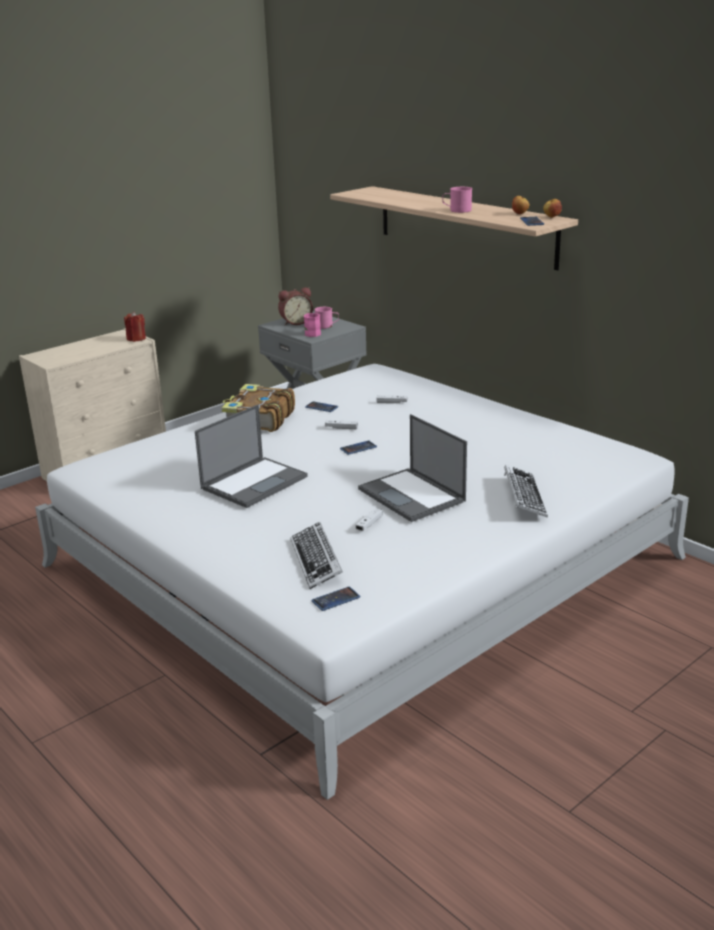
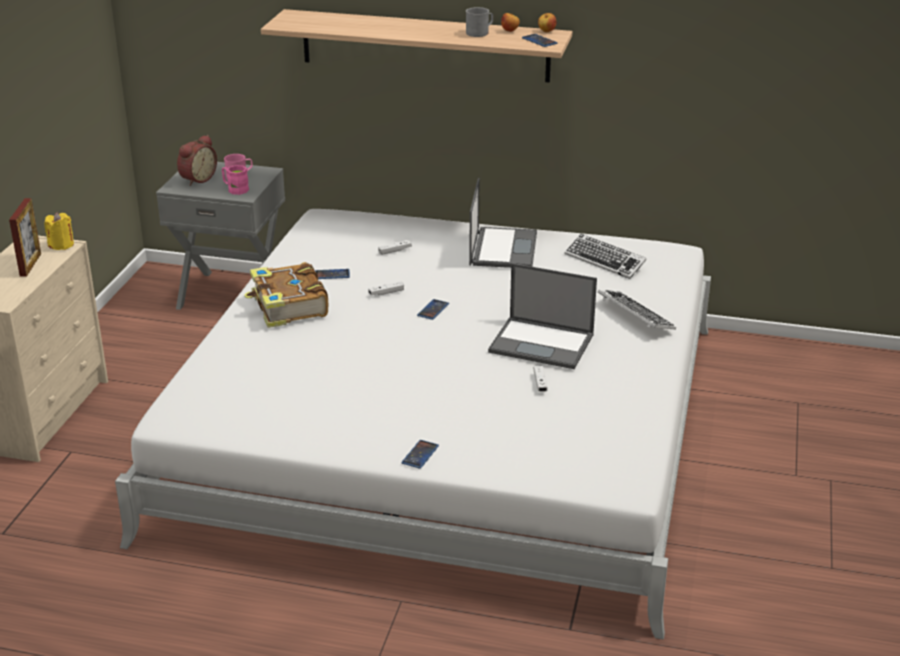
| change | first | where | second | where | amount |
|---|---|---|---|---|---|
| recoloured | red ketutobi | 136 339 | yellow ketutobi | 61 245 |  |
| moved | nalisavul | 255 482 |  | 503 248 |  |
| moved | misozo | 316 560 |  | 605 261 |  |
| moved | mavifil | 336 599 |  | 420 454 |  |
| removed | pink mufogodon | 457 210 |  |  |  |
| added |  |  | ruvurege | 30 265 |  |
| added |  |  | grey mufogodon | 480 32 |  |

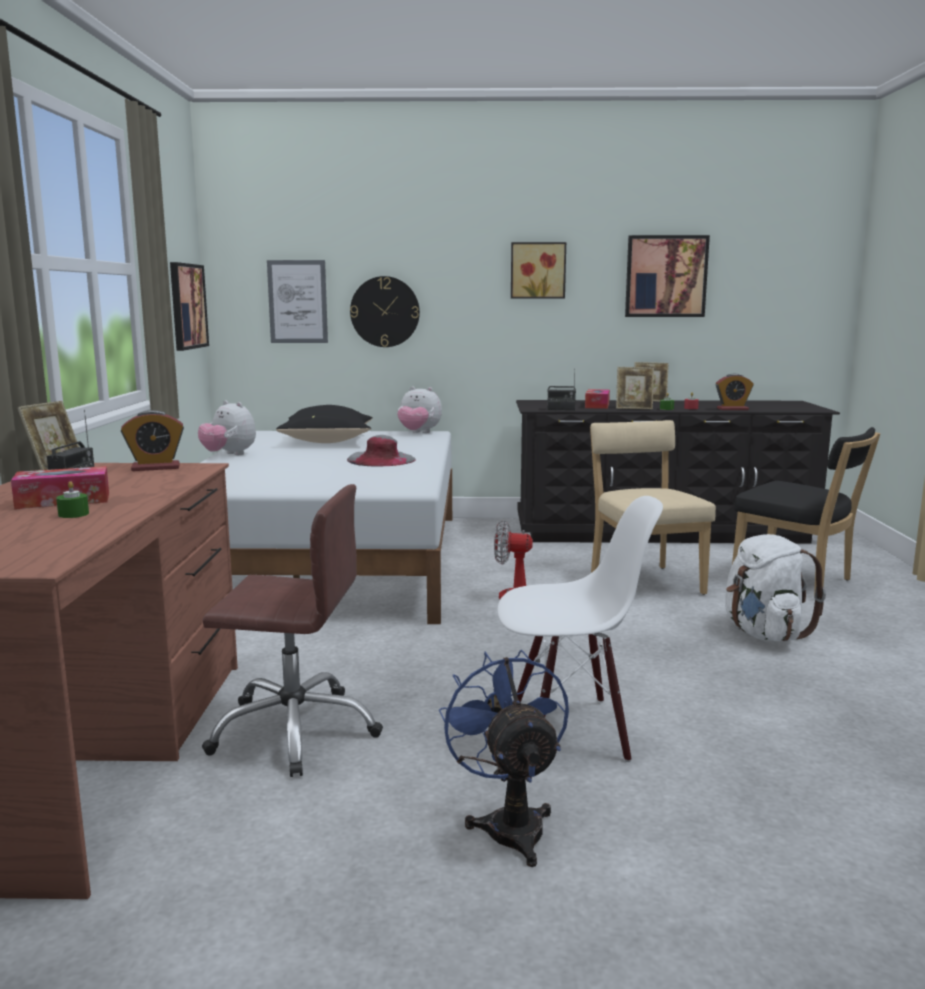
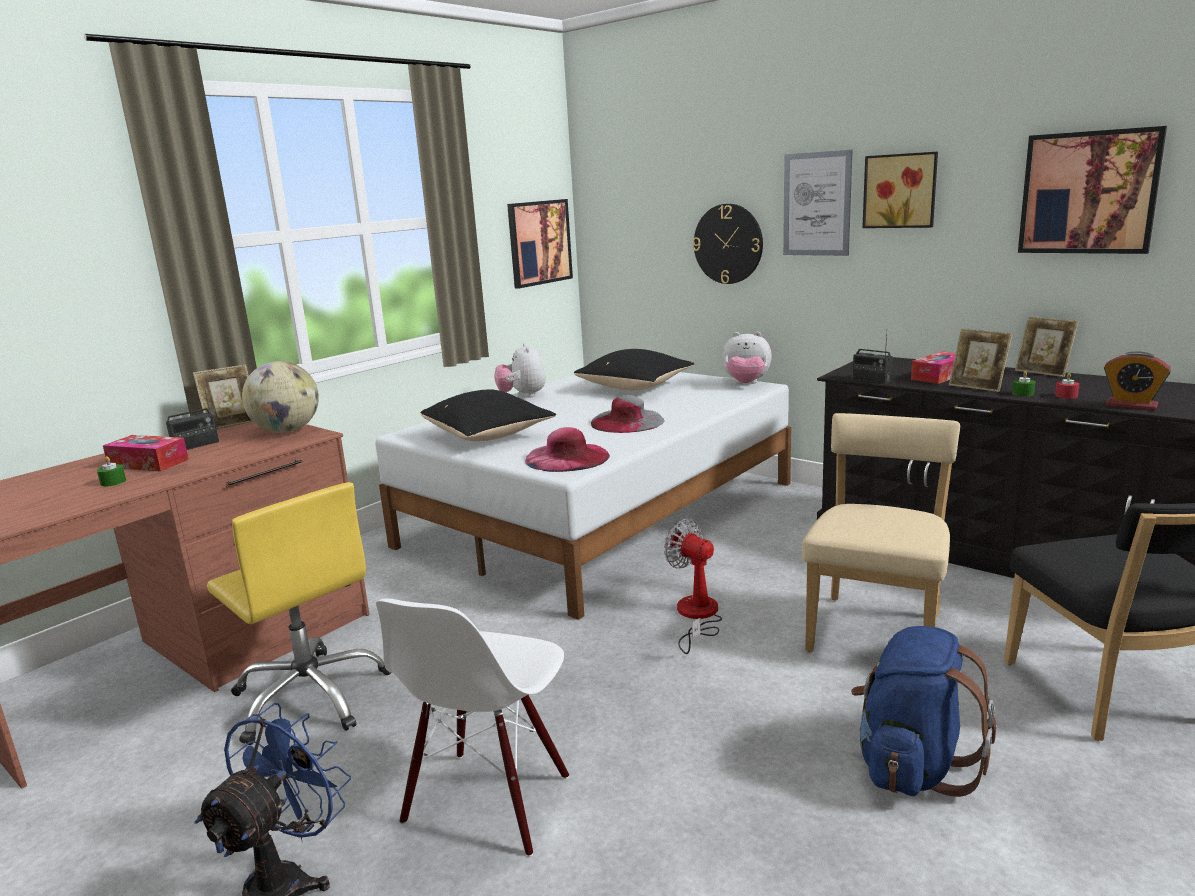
| change | first | where | second | where | amount |
|---|---|---|---|---|---|
| replaced | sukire | 155 467 | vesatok | 287 431 |  |
| recoloured | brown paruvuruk | 295 730 | yellow paruvuruk | 311 696 |  |
| moved | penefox | 297 302 |  | 816 204 |  |
| turned | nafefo | 418 433 |  | 746 384 | 45 degrees counterclockwise |
| turned | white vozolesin | 570 730 |  | 489 801 | 75 degrees clockwise |
| recoloured | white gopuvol | 764 633 | blue gopuvol | 912 766 |  |
| added |  |  | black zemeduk | 489 436 |  |
| added |  |  | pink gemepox | 567 457 |  |

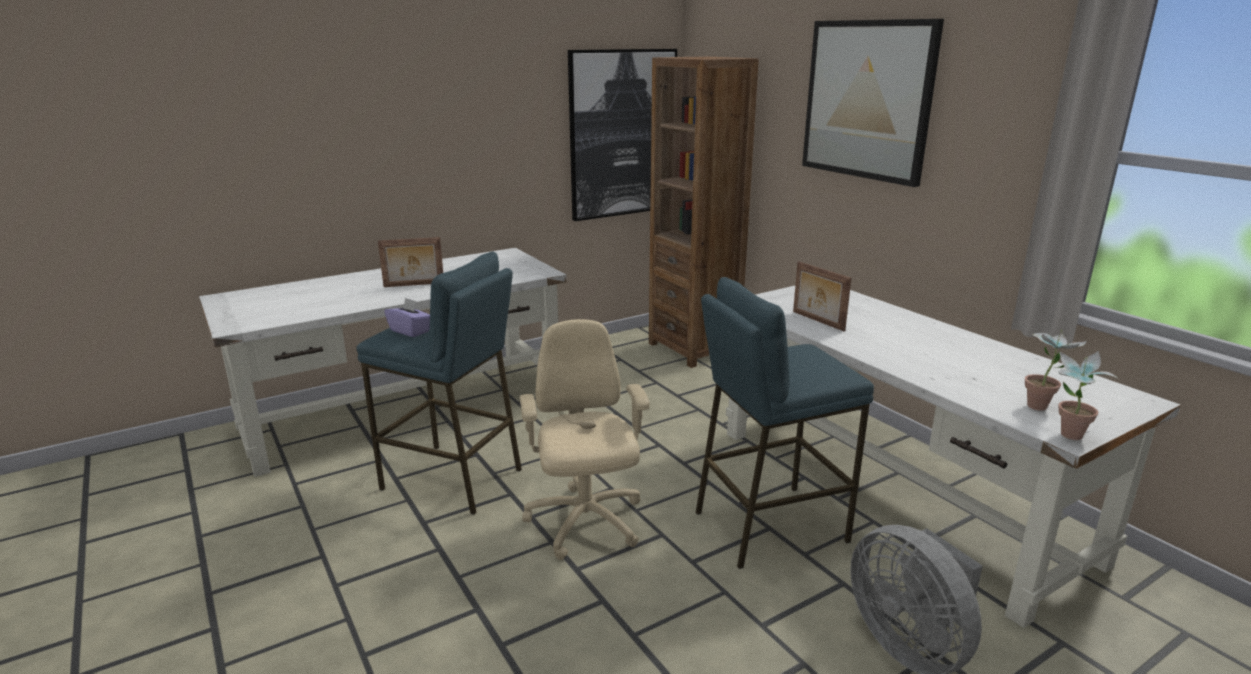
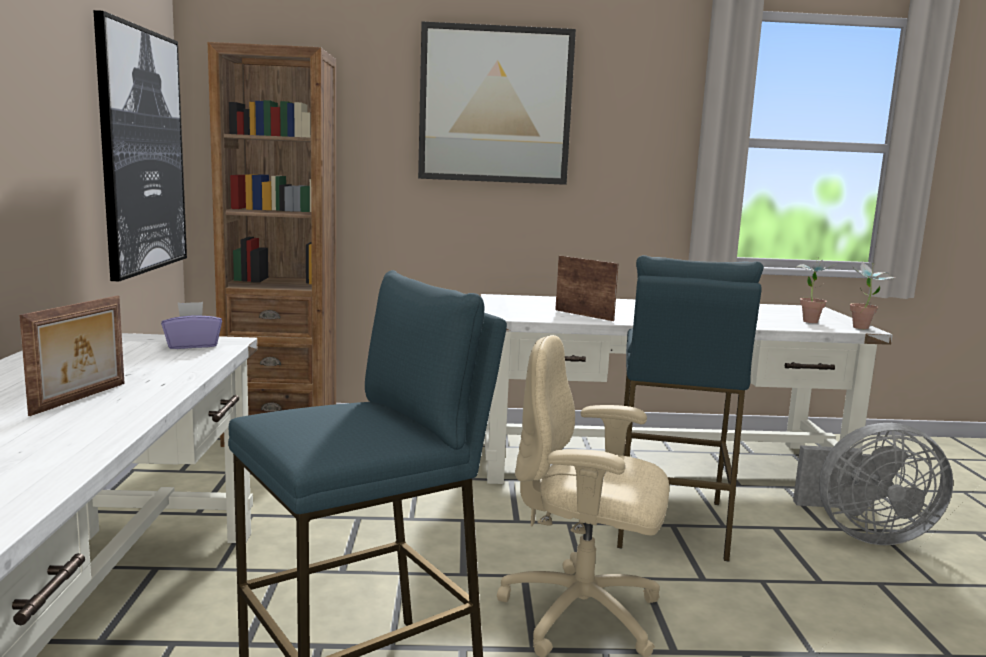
| change | first | where | second | where | amount |
|---|---|---|---|---|---|
| moved | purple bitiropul | 410 331 |  | 192 345 |  |
| turned | ruvurege | 817 321 |  | 584 315 | 135 degrees counterclockwise |

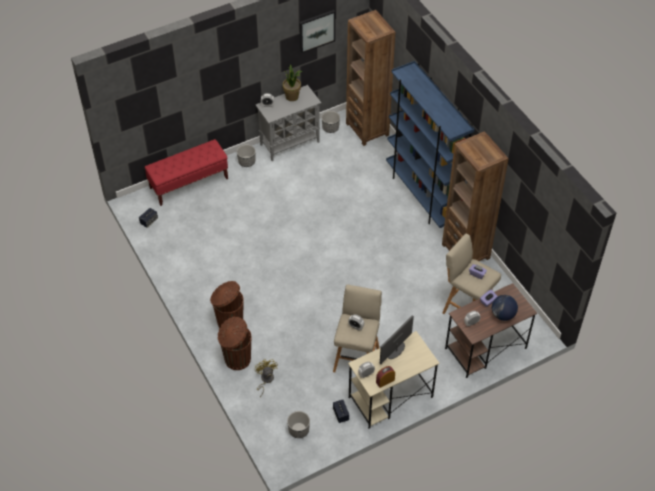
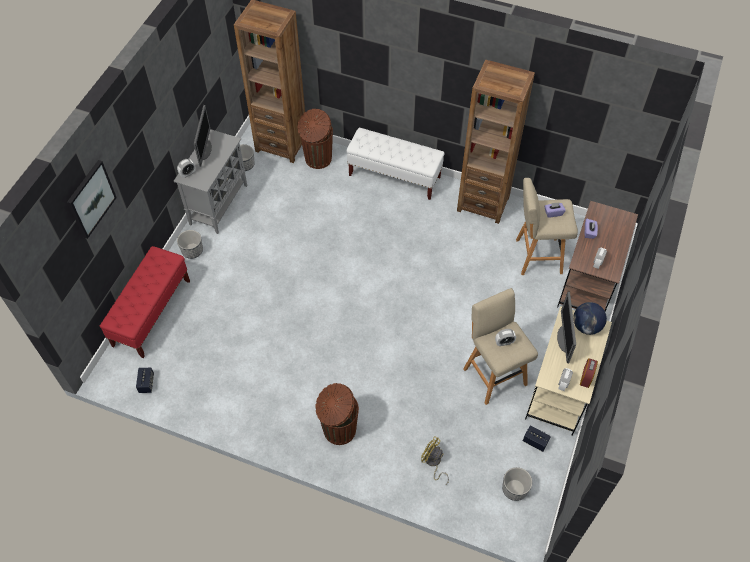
| change | first | where | second | where | amount |
|---|---|---|---|---|---|
| moved | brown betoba | 236 359 |  | 317 159 |  |
| replaced | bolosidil | 292 97 | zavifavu | 205 150 |  |
| moved | penefox | 316 30 |  | 90 199 |  |
| replaced | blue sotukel | 422 196 | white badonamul | 395 176 |  |
| moved | vesatok | 503 315 |  | 586 326 |  |

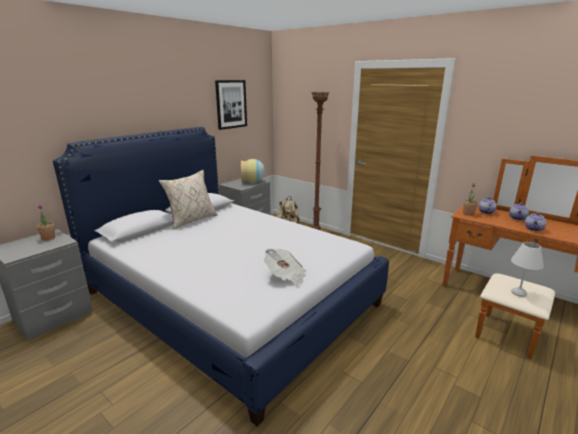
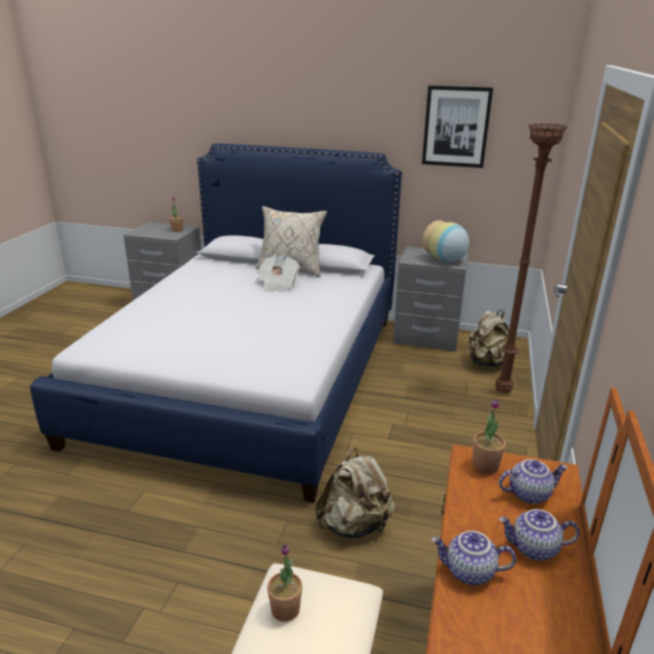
| change | first | where | second | where | amount |
|---|---|---|---|---|---|
| moved | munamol | 285 276 |  | 278 284 |  |
| replaced | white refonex | 518 293 | bolosidil | 285 609 |  |
| added |  |  | beige gopuvol | 354 525 |  |

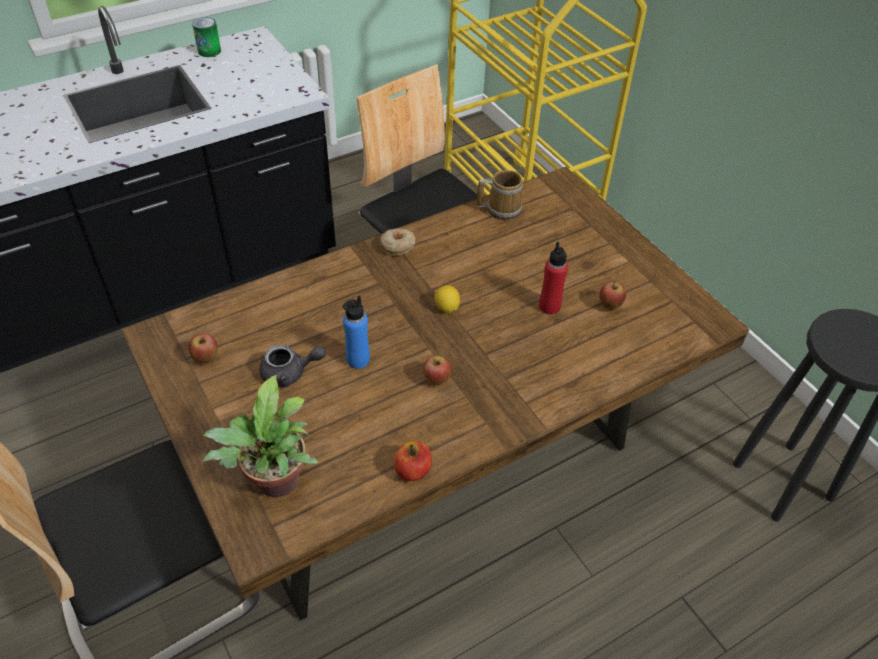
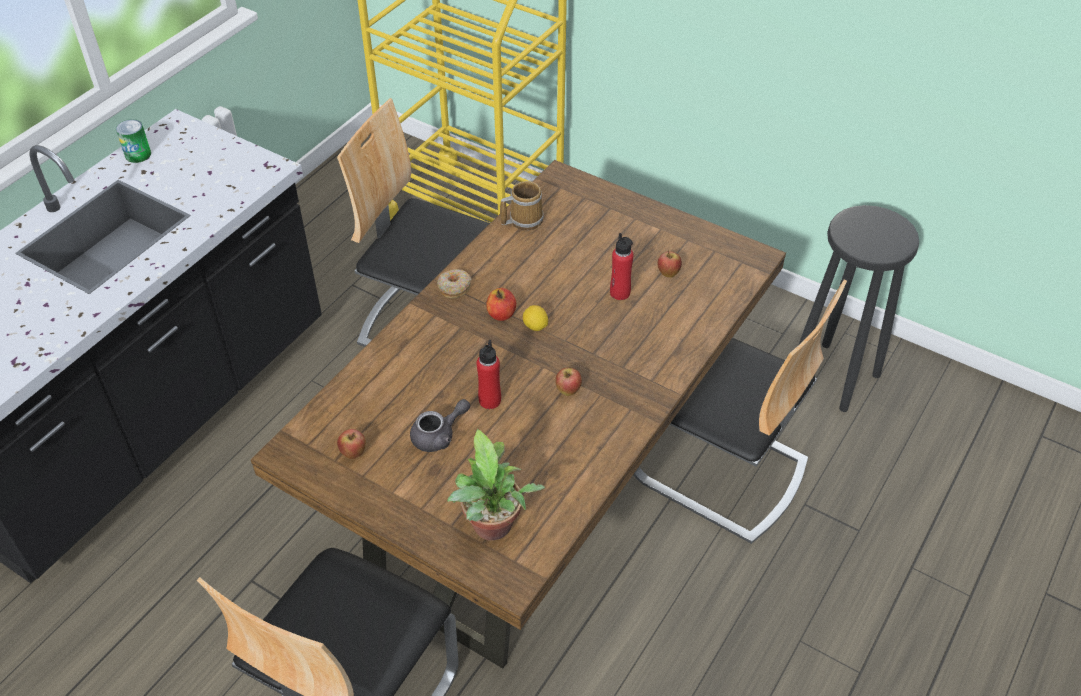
| change | first | where | second | where | amount |
|---|---|---|---|---|---|
| recoloured | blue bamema | 358 360 | red bamema | 489 400 |  |
| moved | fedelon | 413 470 |  | 501 314 |  |
| added |  |  | vozolesin | 719 469 |  |

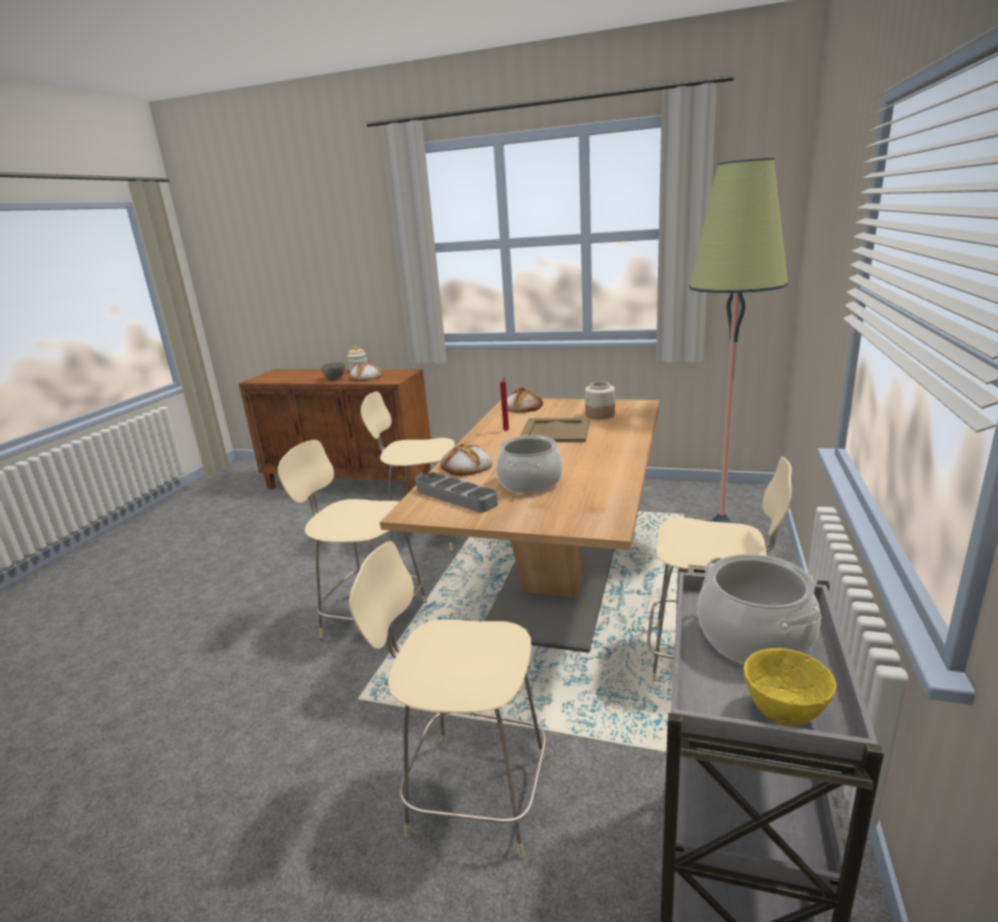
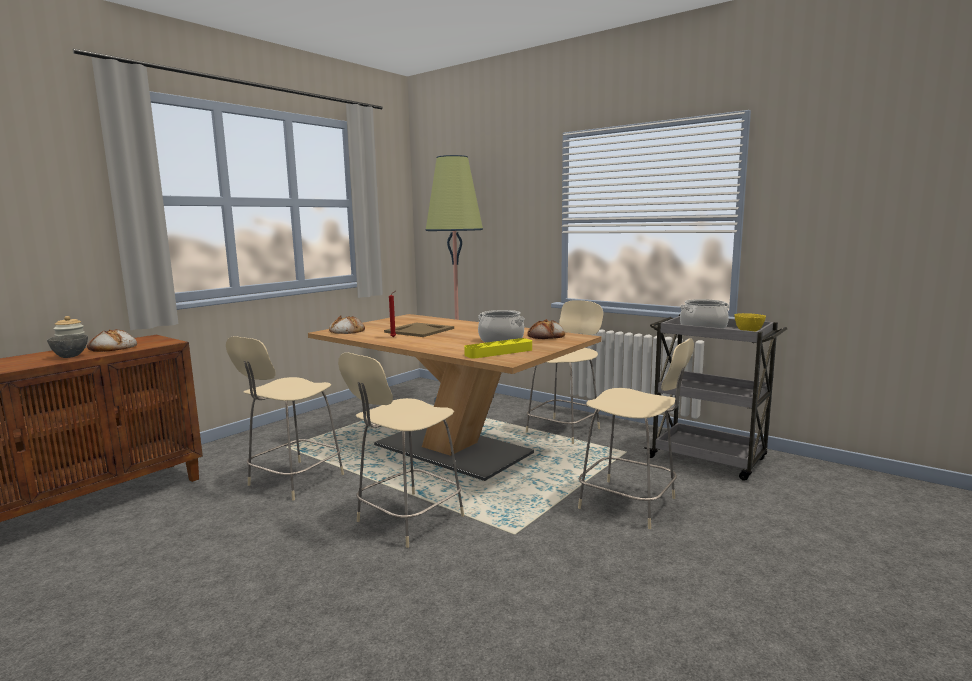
| change | first | where | second | where | amount |
|---|---|---|---|---|---|
| turned | beige vozolesin | 472 793 |  | 631 504 | 90 degrees counterclockwise |
| recoloured | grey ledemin | 456 497 | yellow ledemin | 499 352 |  |
| moved | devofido | 466 467 |  | 546 336 |  |
| removed | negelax | 600 415 |  |  |  |

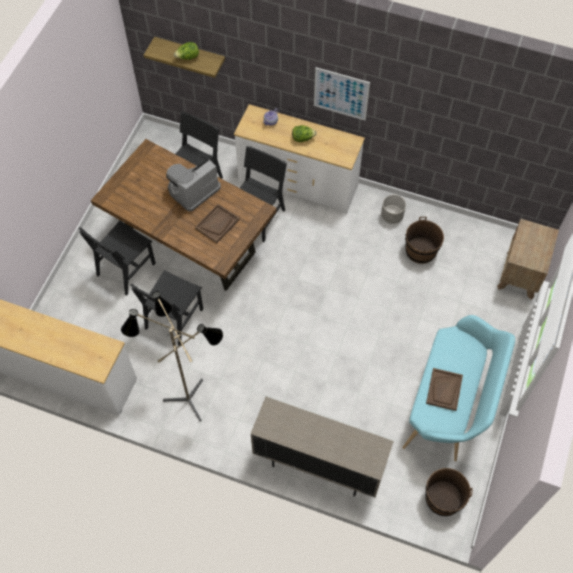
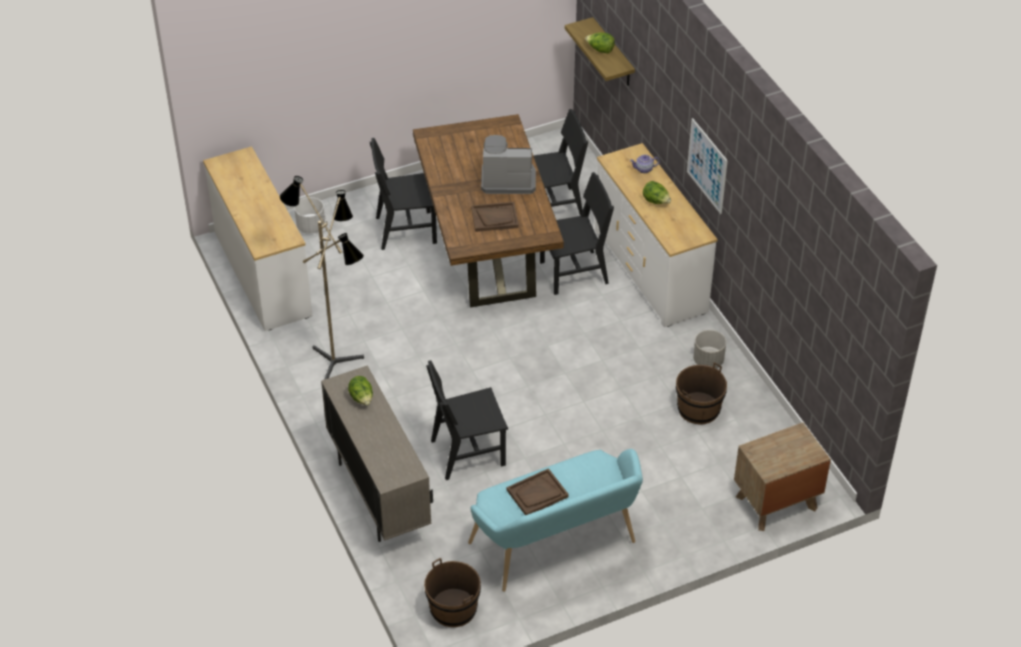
| change | first | where | second | where | amount |
|---|---|---|---|---|---|
| moved | black vozolesin | 174 318 |  | 467 452 |  |
| added |  |  | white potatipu | 310 227 |  |
| added |  |  | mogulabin | 362 398 |  |

